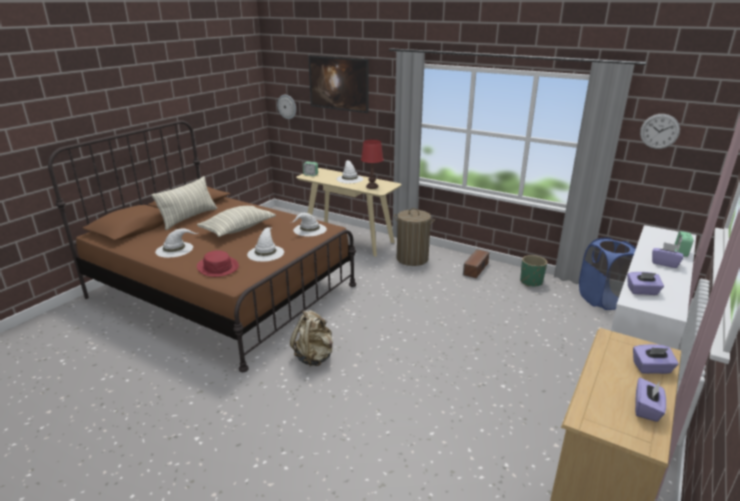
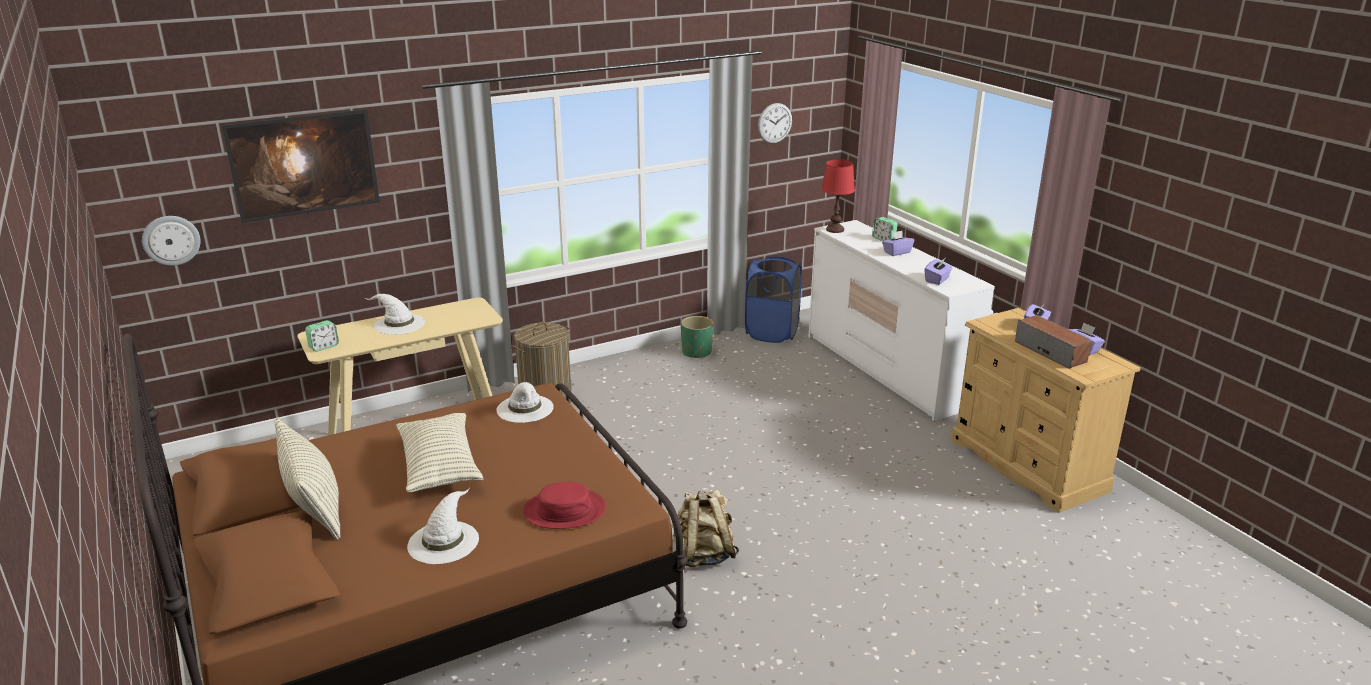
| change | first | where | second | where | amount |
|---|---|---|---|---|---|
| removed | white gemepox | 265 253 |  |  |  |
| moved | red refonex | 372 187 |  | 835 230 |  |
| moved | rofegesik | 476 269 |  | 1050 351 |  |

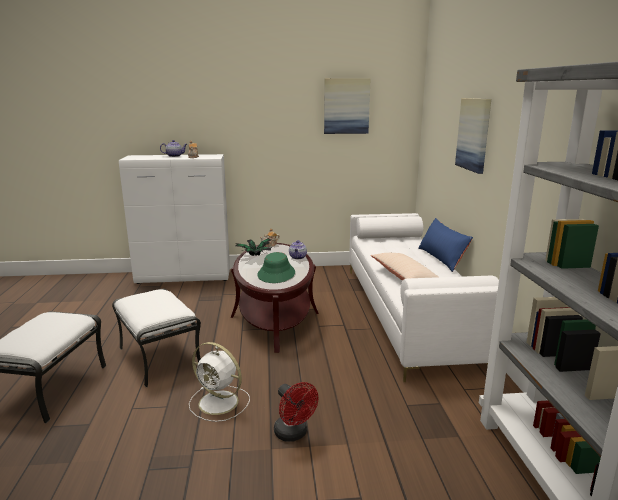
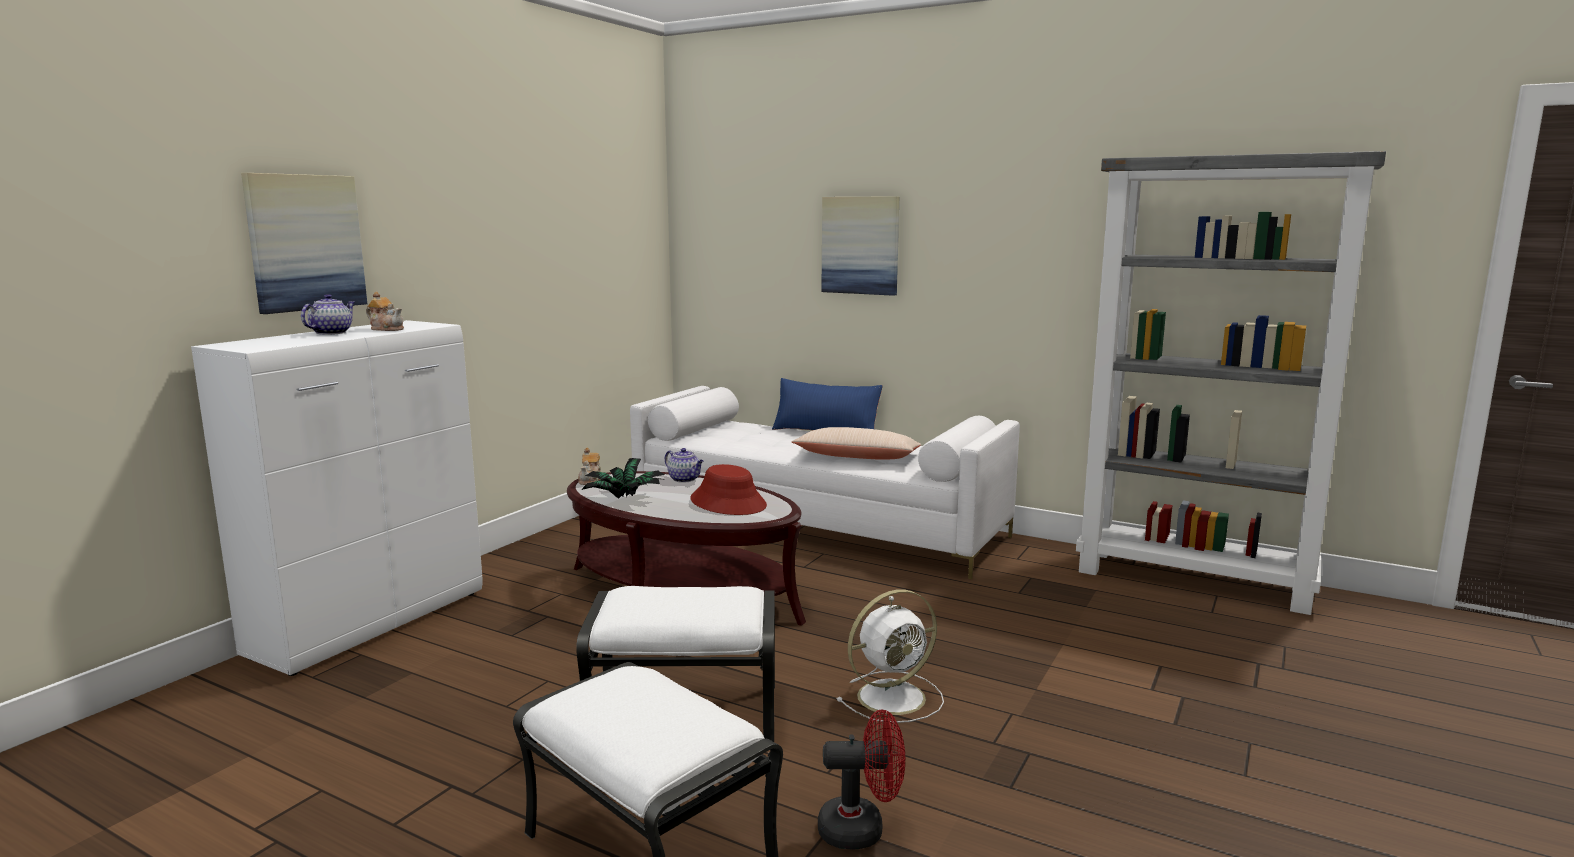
| change | first | where | second | where | amount |
|---|---|---|---|---|---|
| recoloured | green gemepox | 276 274 | red gemepox | 728 503 |  |
| moved | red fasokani | 294 434 |  | 862 829 |  |
| moved | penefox | 346 106 |  | 305 242 |  |

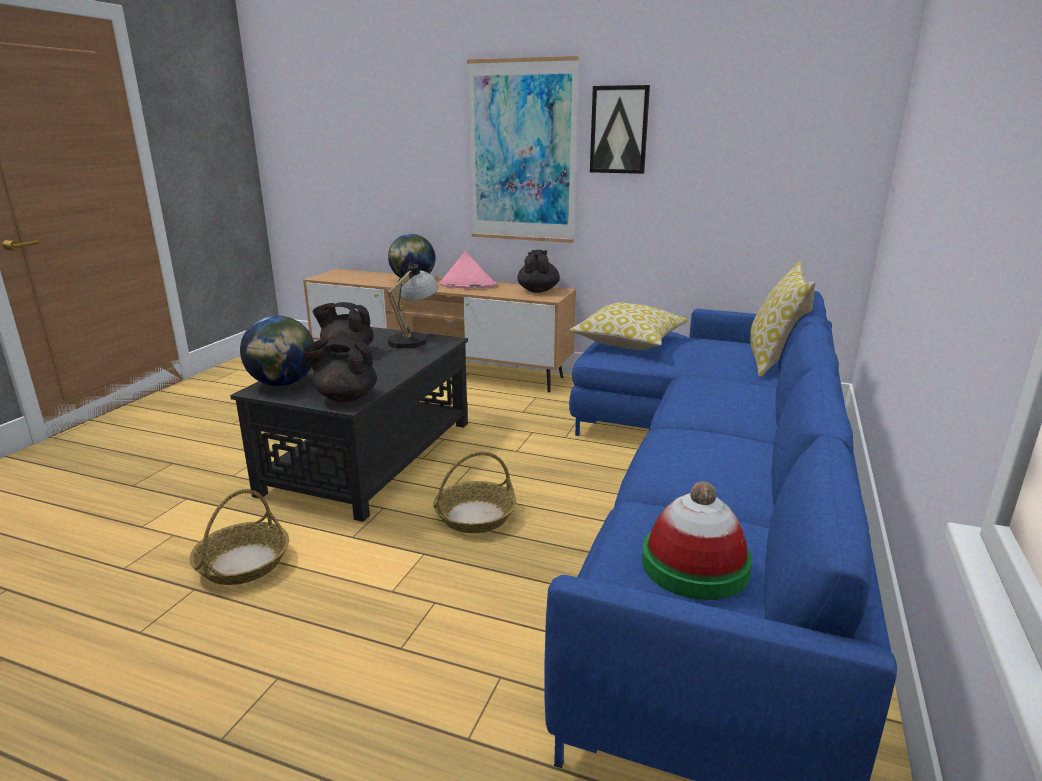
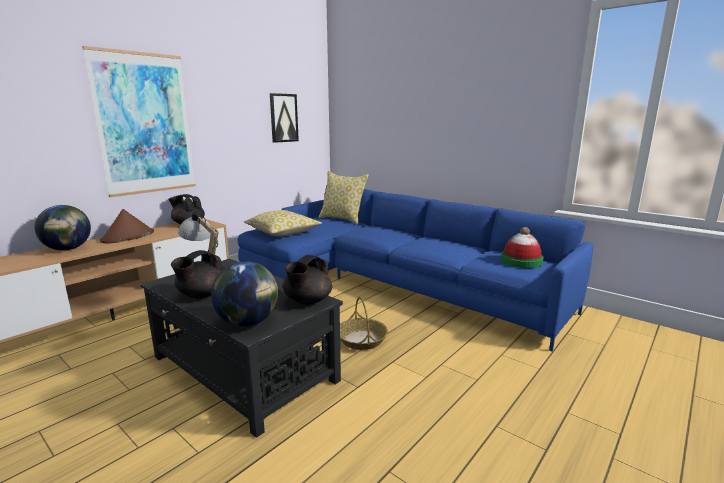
| change | first | where | second | where | amount |
|---|---|---|---|---|---|
| removed | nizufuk | 243 563 |  |  |  |
| recoloured | pink gemepox | 467 285 | brown gemepox | 128 236 |  |
| moved | penefox | 619 130 |  | 283 118 |  |

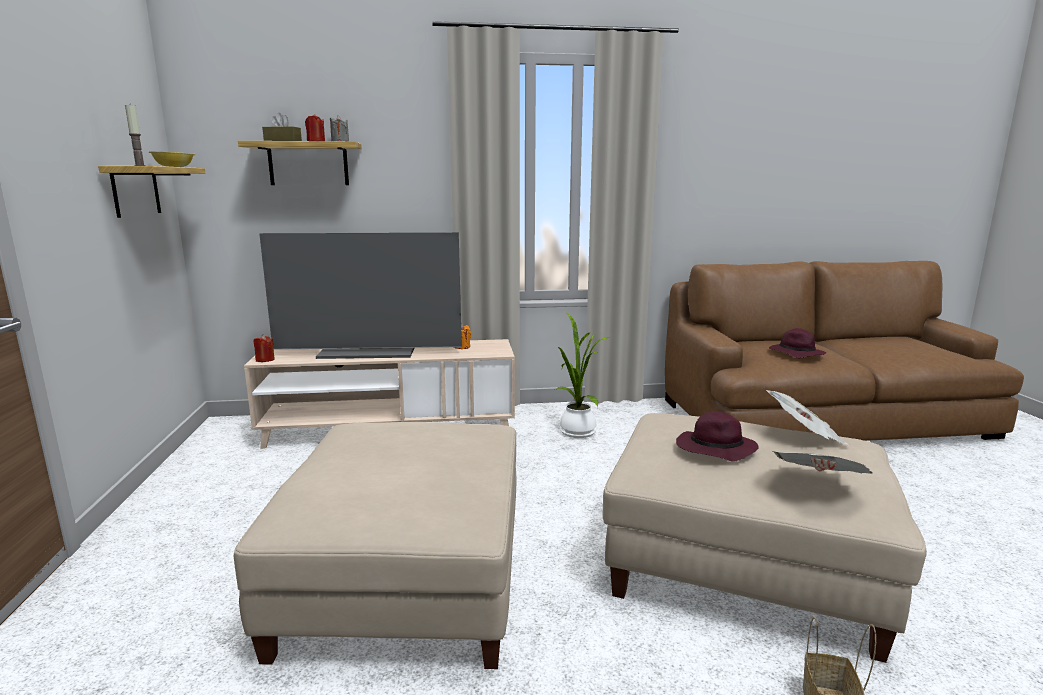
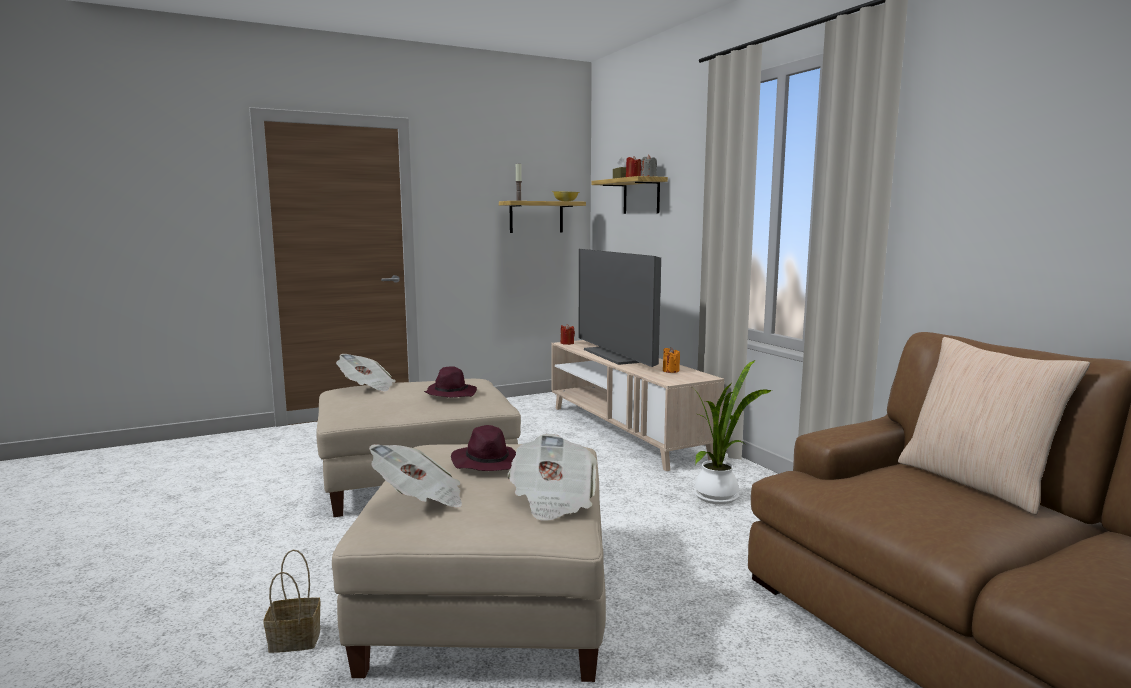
| change | first | where | second | where | amount |
|---|---|---|---|---|---|
| moved | purple gemepox | 795 354 |  | 450 393 |  |
| added |  |  | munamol | 367 387 |  |
| added |  |  | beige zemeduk | 976 482 |  |

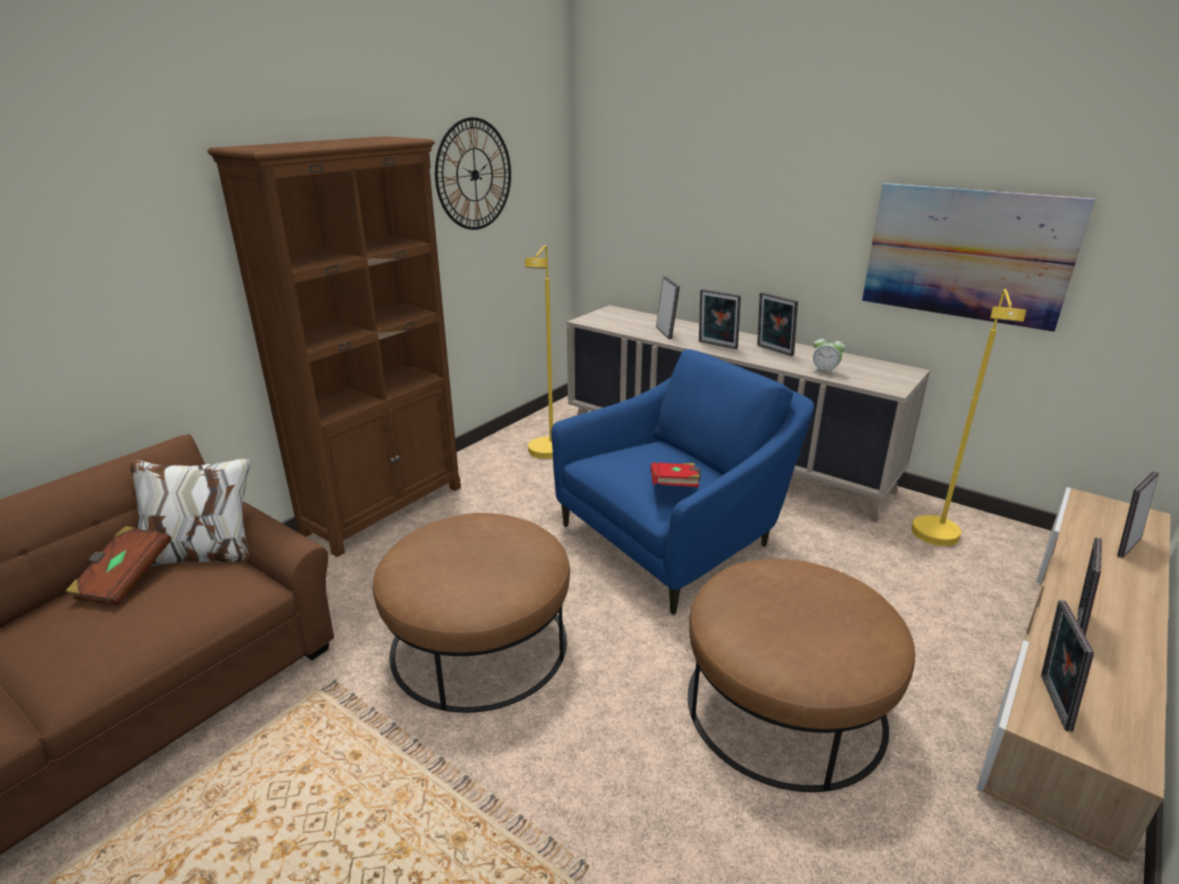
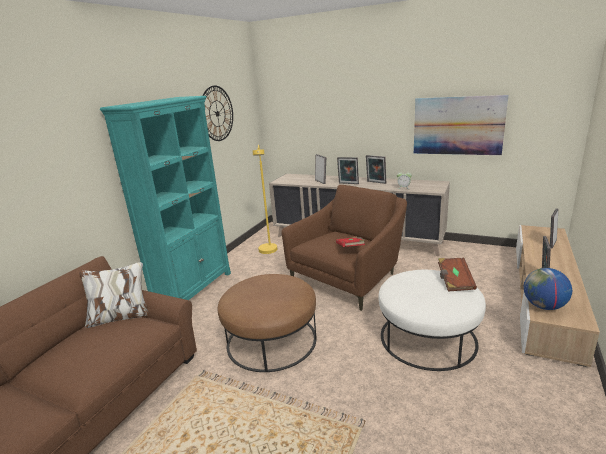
| change | first | where | second | where | amount |
|---|---|---|---|---|---|
| moved | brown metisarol | 125 579 |  | 454 281 |  |
| recoloured | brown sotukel | 385 509 | turquoise sotukel | 194 289 |  |
| recoloured | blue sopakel | 676 538 | brown sopakel | 349 278 |  |
| recoloured | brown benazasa | 785 705 | white benazasa | 427 338 |  |
| removed | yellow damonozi | 937 540 |  |  |  |
| replaced | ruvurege | 1050 701 | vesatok | 544 306 |  |

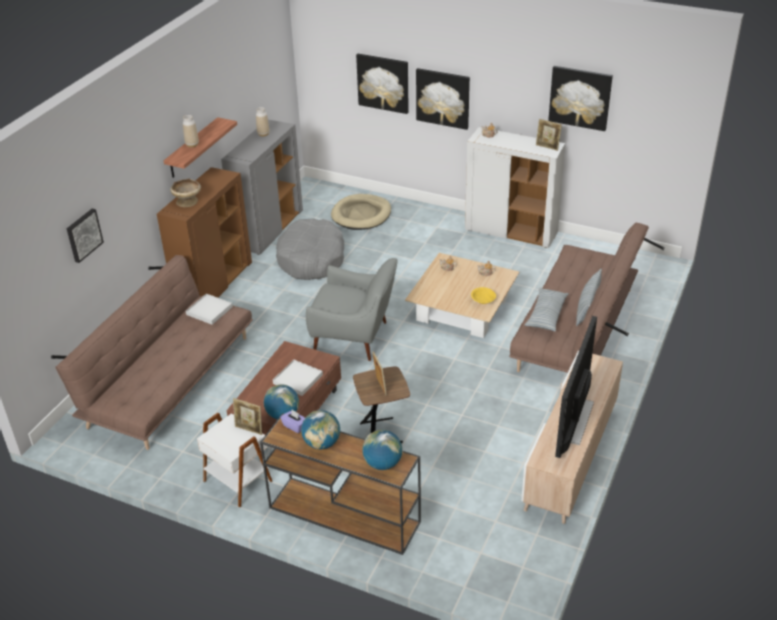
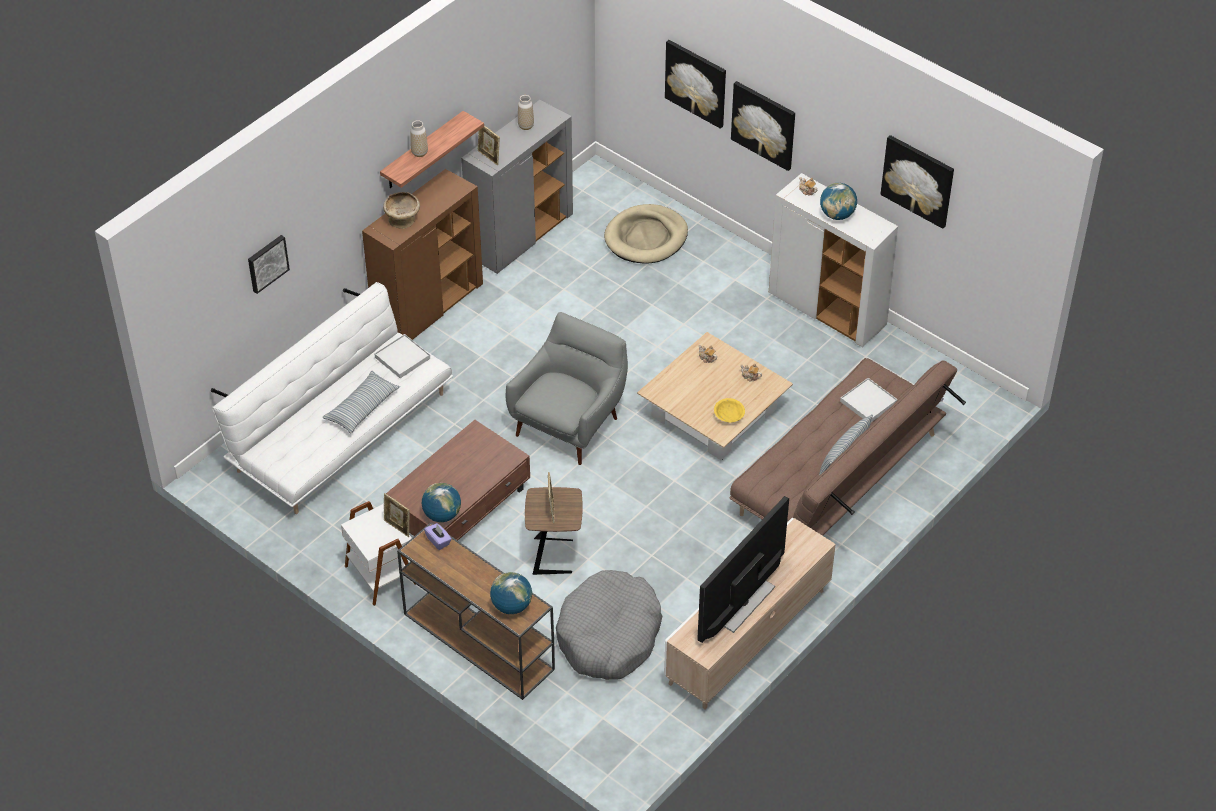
| change | first | where | second | where | amount |
|---|---|---|---|---|---|
| recoloured | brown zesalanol | 169 381 | white zesalanol | 340 432 |  |
| moved | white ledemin | 298 379 |  | 868 402 |  |
| moved | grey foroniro | 312 259 |  | 609 635 |  |
| moved | vesatok | 322 443 |  | 837 215 |  |
| turned | grey sopakel | 354 338 |  | 569 423 | 90 degrees counterclockwise |
| moved | zemeduk | 546 315 |  | 362 407 |  |
| moved | ruvurege | 547 147 |  | 489 157 |  |

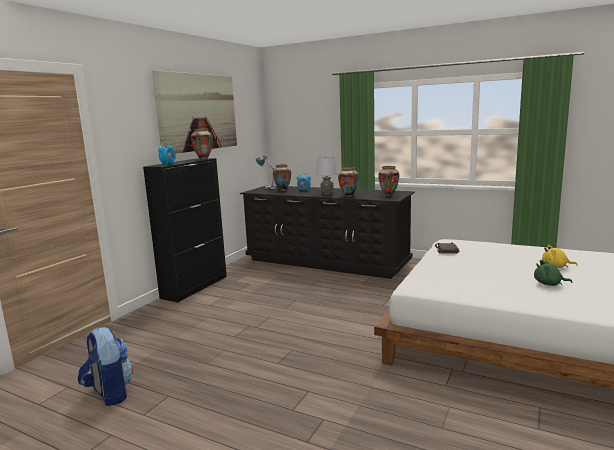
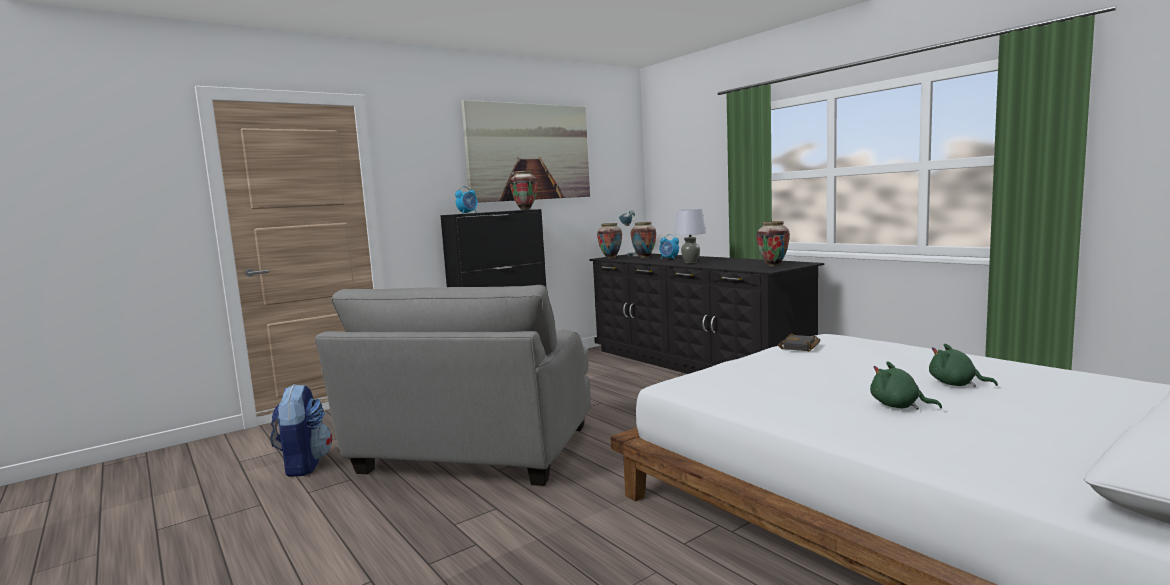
| change | first | where | second | where | amount |
|---|---|---|---|---|---|
| moved | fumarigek | 348 196 |  | 610 258 |  |
| recoloured | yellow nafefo | 556 266 | green nafefo | 956 384 |  |
| added |  |  | grey sopakel | 474 451 |  |

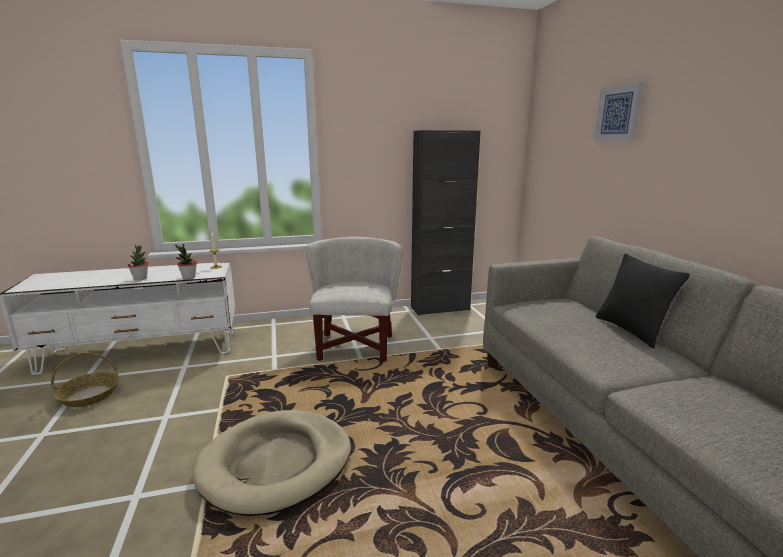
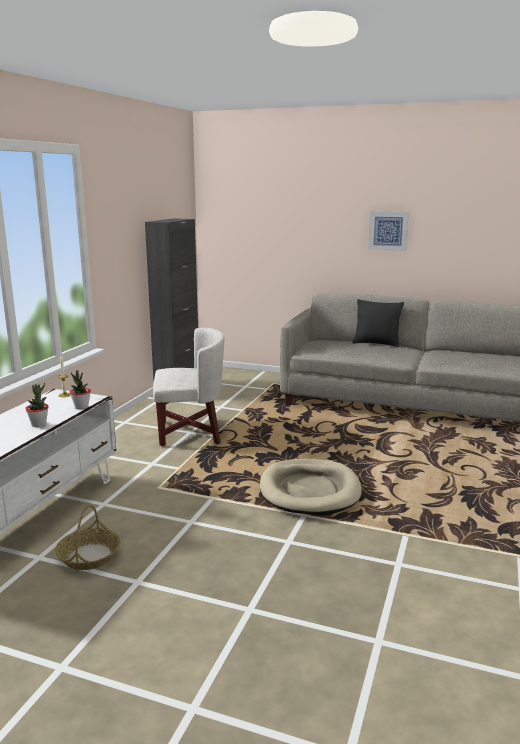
| change | first | where | second | where | amount |
|---|---|---|---|---|---|
| turned | white sopakel | 355 347 |  | 190 432 | 135 degrees clockwise |
| moved | penefox | 618 113 |  | 388 230 |  |

